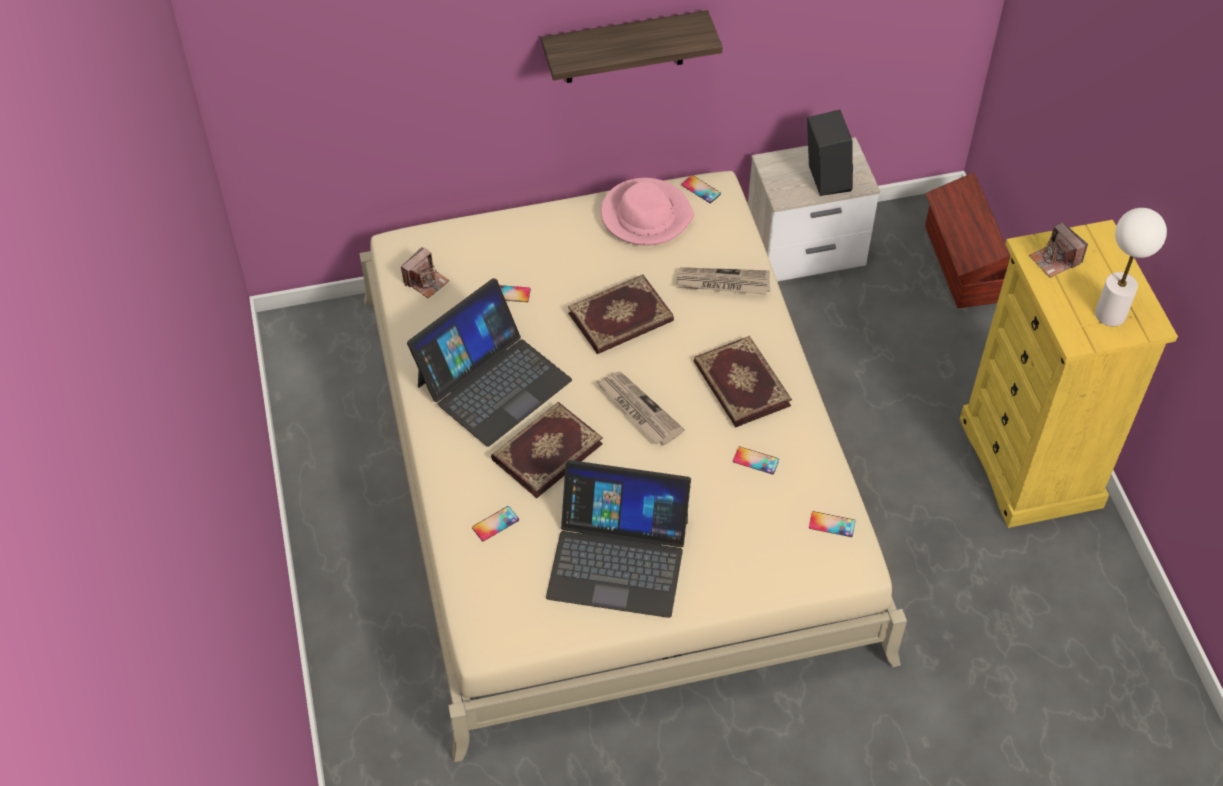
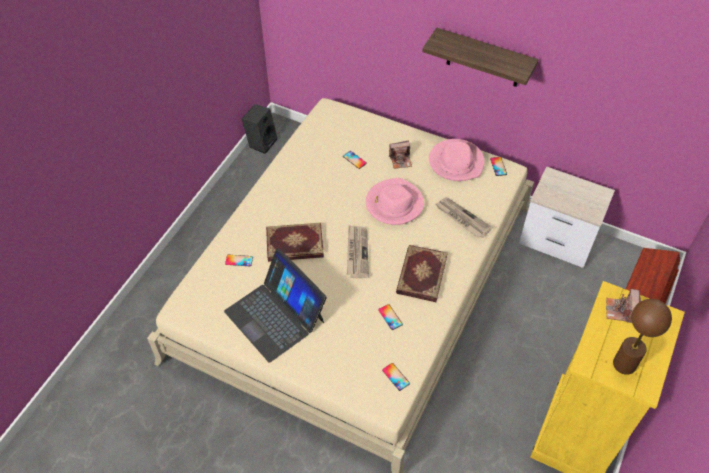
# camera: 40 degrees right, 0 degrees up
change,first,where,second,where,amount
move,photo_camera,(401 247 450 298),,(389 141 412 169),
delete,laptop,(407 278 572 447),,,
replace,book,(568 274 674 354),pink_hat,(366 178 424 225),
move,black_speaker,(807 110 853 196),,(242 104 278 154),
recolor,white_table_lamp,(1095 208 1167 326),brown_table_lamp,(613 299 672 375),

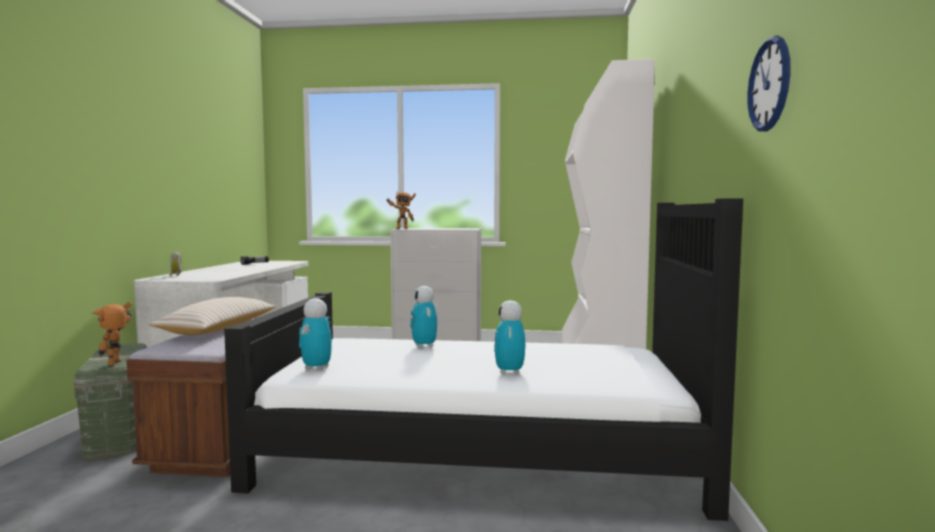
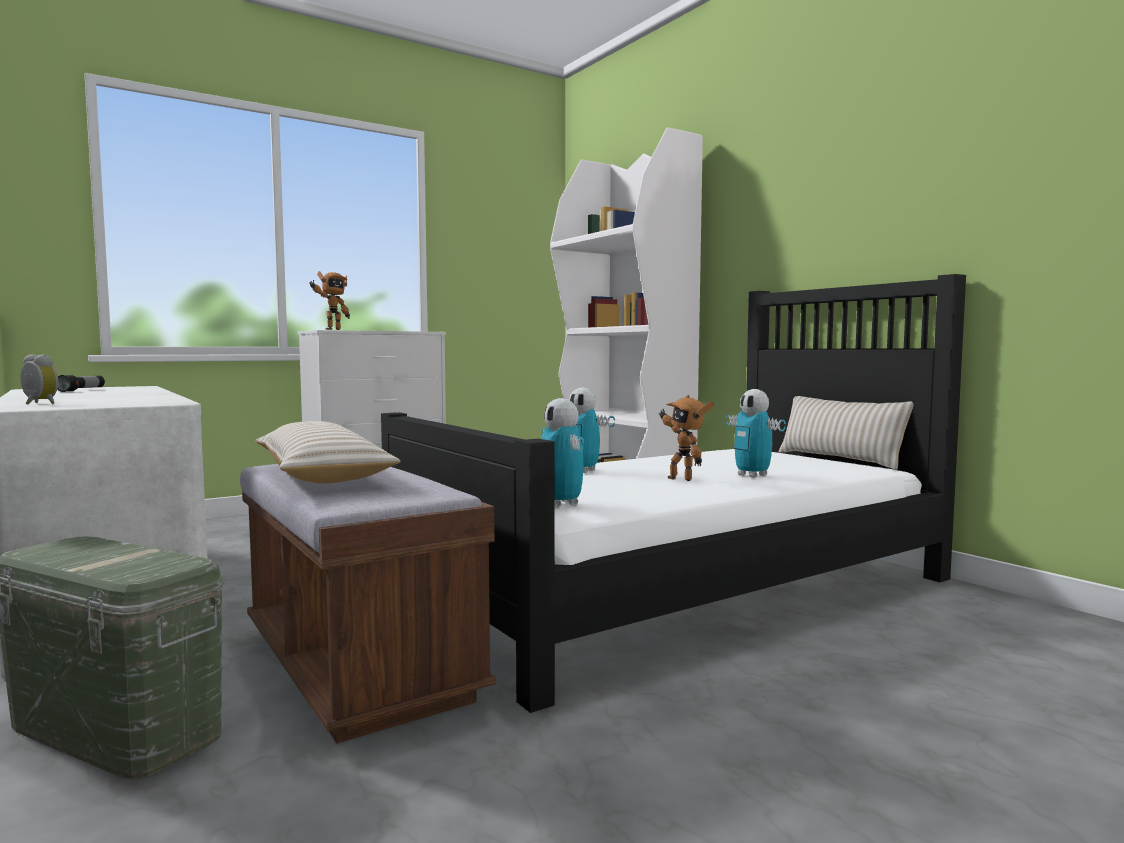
# camera: 40 degrees left, 0 degrees up
change,first,where,second,where,amount
move,toy_robot,(92 302 132 366),,(658 395 714 481),
delete,wall_clock,(747 35 791 132),,,
insert,,,beige_pillow,(778 396 913 470),

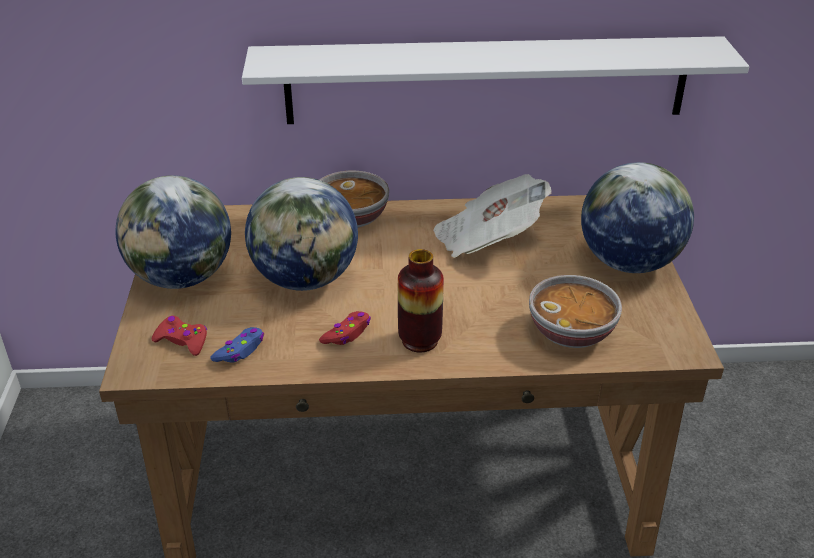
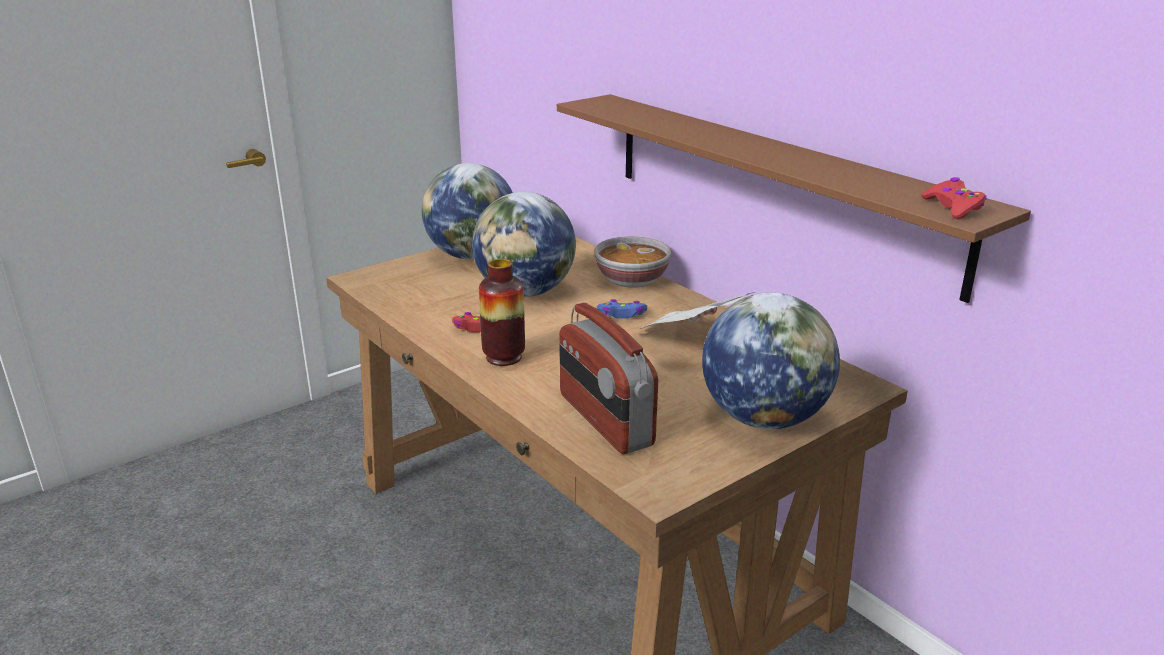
# camera: 55 degrees right, 10 degrees down
change,first,where,second,where,amount
move,red_game_controller,(152 316 207 356),,(921 177 987 219),
move,blue_game_controller,(210 327 264 363),,(597 299 647 319),
recolor,white_shelf,(242 36 749 124),brown_shelf,(557 94 1031 303),
replace,bowl,(529 275 622 348),radio,(559 303 658 454),

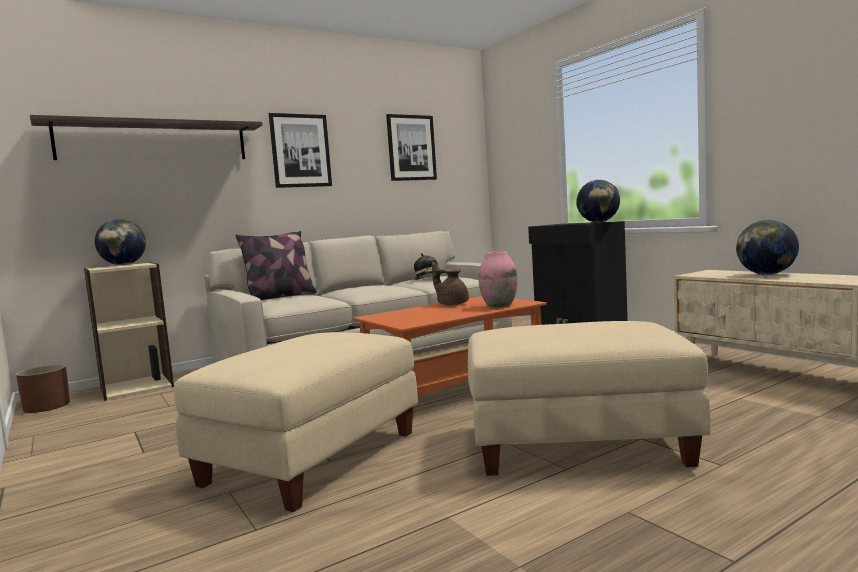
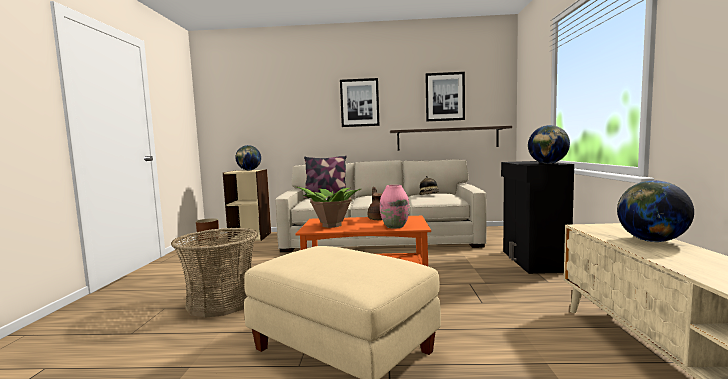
# camera: 35 degrees right, 0 degrees up
change,first,where,second,where,amount
move,shelf,(30 115 263 160),,(390 126 512 151),
replace,beige_ottoman,(174 332 418 512),basket,(171 228 258 318),
insert,,,potted_plant,(297 187 361 228),

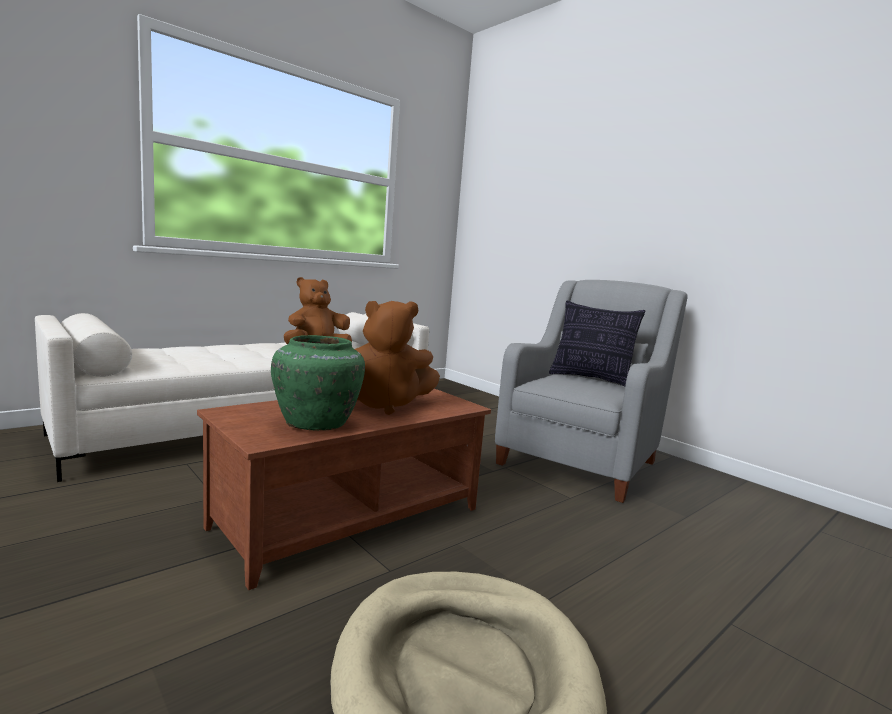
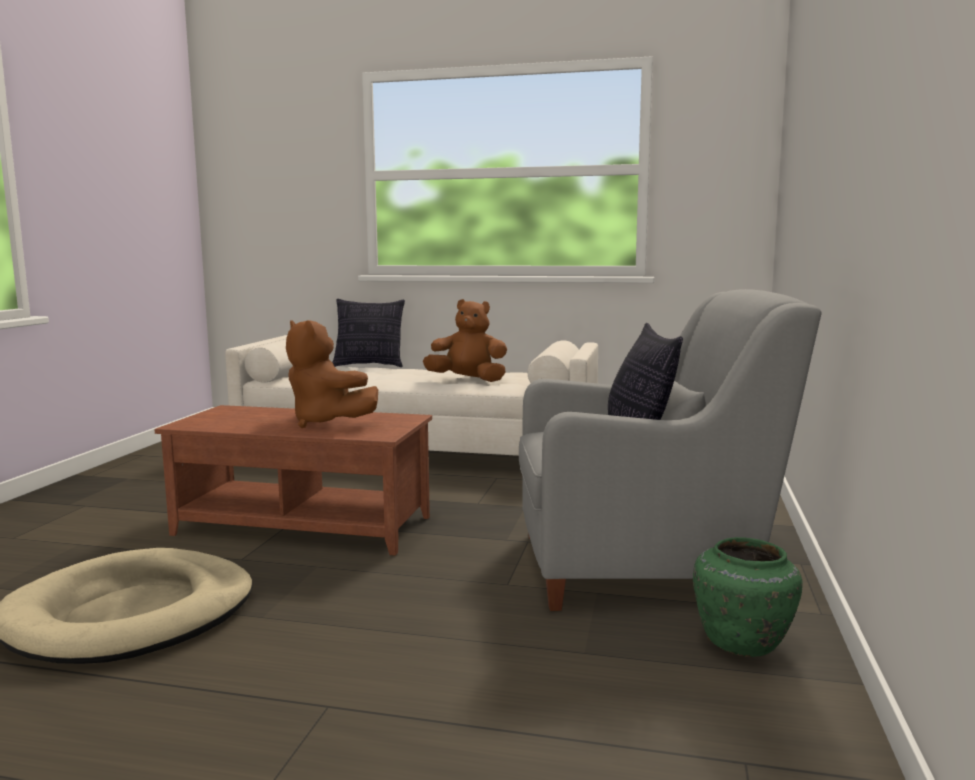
# camera: 55 degrees right, 0 degrees up
change,first,where,second,where,amount
move,green_vase,(271 335 365 431),,(693 537 803 657),
insert,,,pillow,(332 299 405 367),

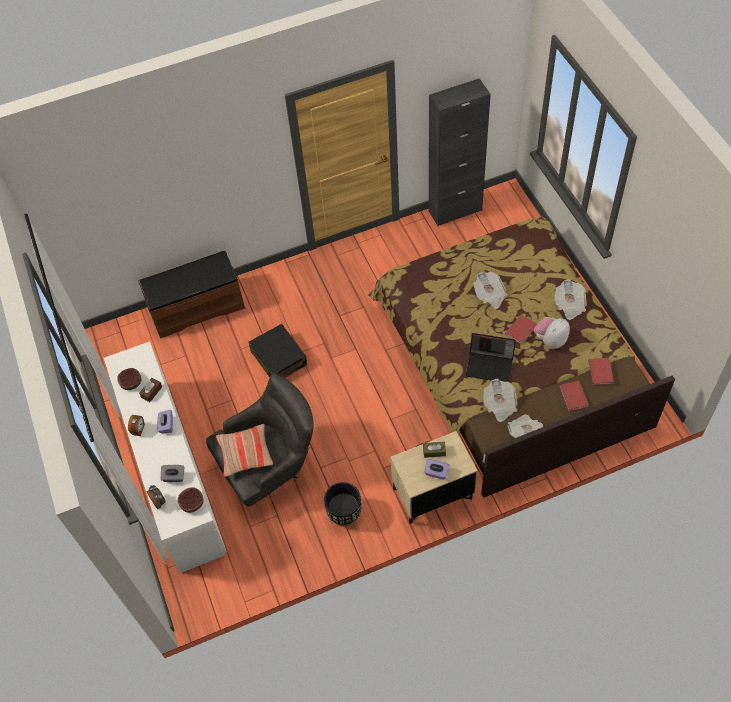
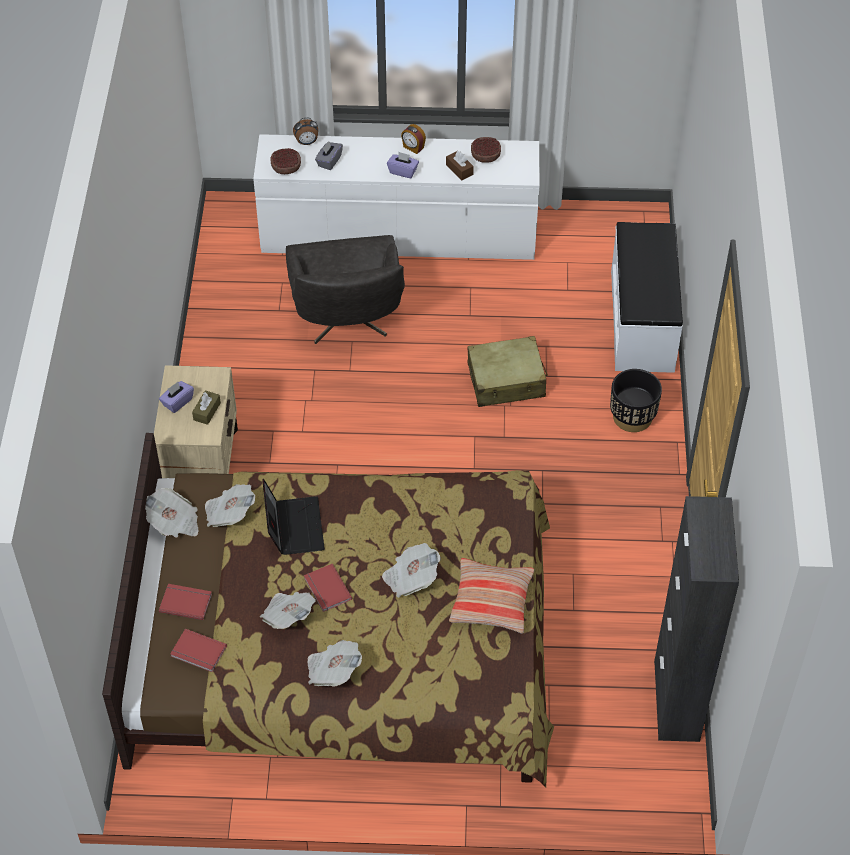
# camera: 110 degrees right, 5 degrees down
change,first,where,second,where,amount
recolor,brown_bench,(139 251 245 339),white_bench,(611 222 683 373),
move,pillow,(216 424 273 477),,(449 558 534 634),
recolor,black_suitcase,(248 324 307 378),beige_suitcase,(468 336 548 407),
move,black_planter,(324 482 361 527),,(610 369 662 432),
rotate,laptop,(466 333 516 382),,(262 478 325 555),135 degrees clockwise
replace,plush_toy,(534 317 570 349),newspaper,(260 592 316 629),

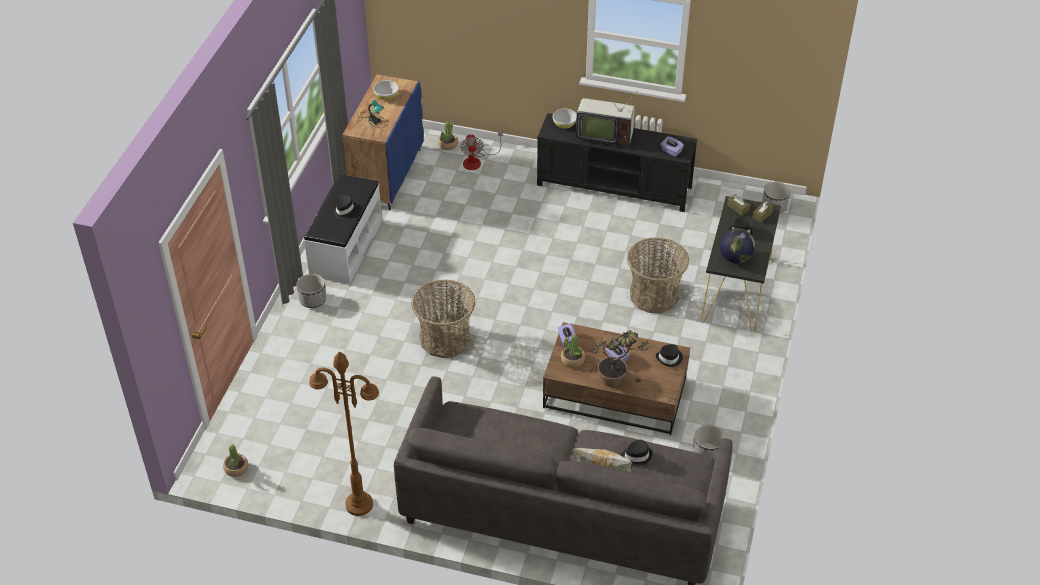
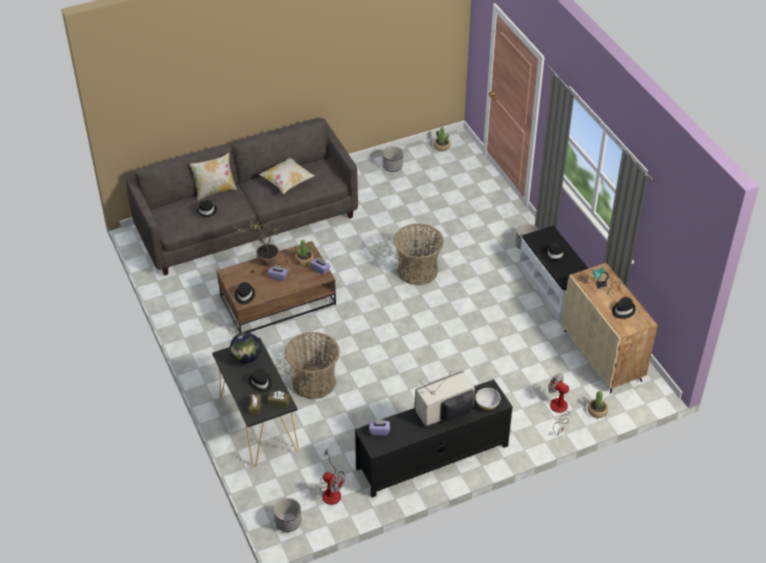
# camera: 140 degrees right, 0 degrees up
change,first,where,second,where,amount
delete,brown_floor_lamp,(309 351 379 516),,,
recolor,blue_cabinet,(342 74 424 210),beige_cabinet,(562 263 658 394),
replace,white_bowl,(373 80 398 100),black_hat,(612 297 636 319),
move,planter,(693 425 725 460),,(382 147 403 172),
insert,,,pillow,(259 158 315 194),
insert,,,fan,(320 450 345 505),

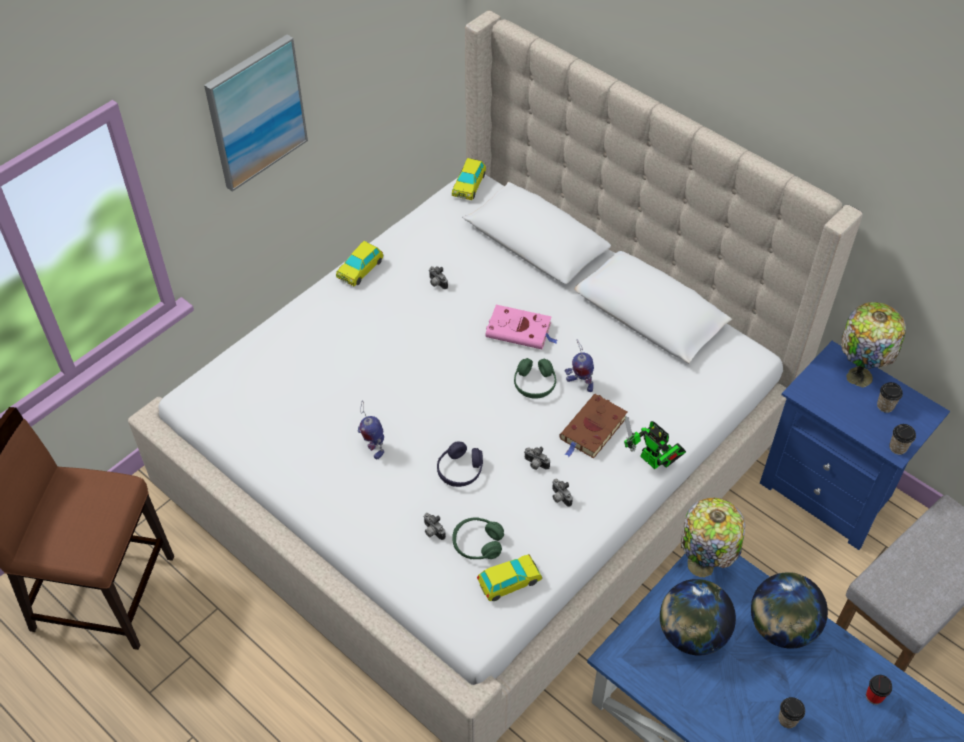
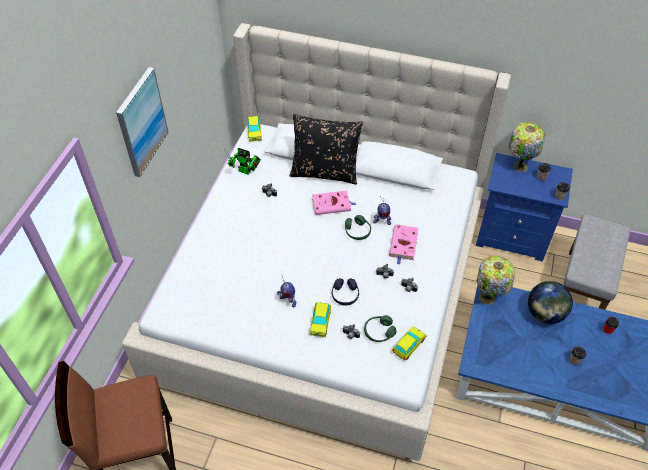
# camera: 25 degrees left, 0 degrees up
change,first,where,second,where,amount
move,toy_car,(336 241 384 286),,(310 302 331 337),
recolor,brown_book,(559 394 628 459),pink_book,(389 224 418 265),
move,toy_robot,(624 417 686 469),,(224 148 261 175),
delete,globe,(660 579 736 656),,,
insert,,,black_pillow,(290 114 363 185),

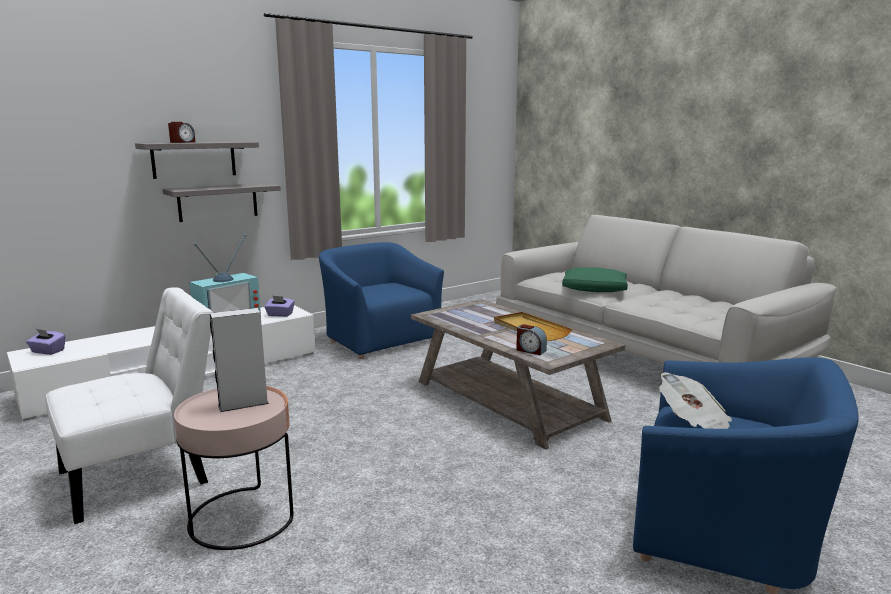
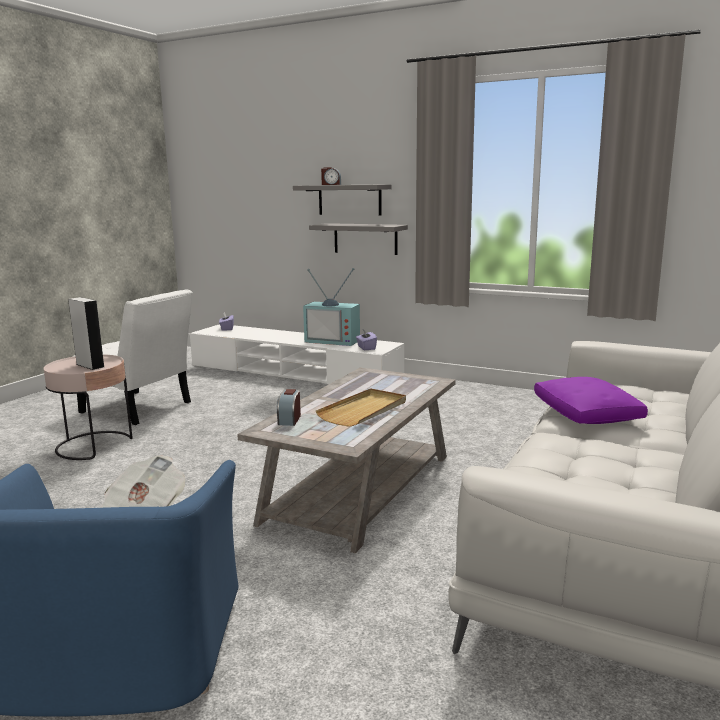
# camera: 65 degrees right, 0 degrees up
change,first,where,second,where,amount
delete,blue_armchair,(319 242 444 359),,,
recolor,green_pillow,(562 267 628 292),purple_pillow,(534 377 648 424),

